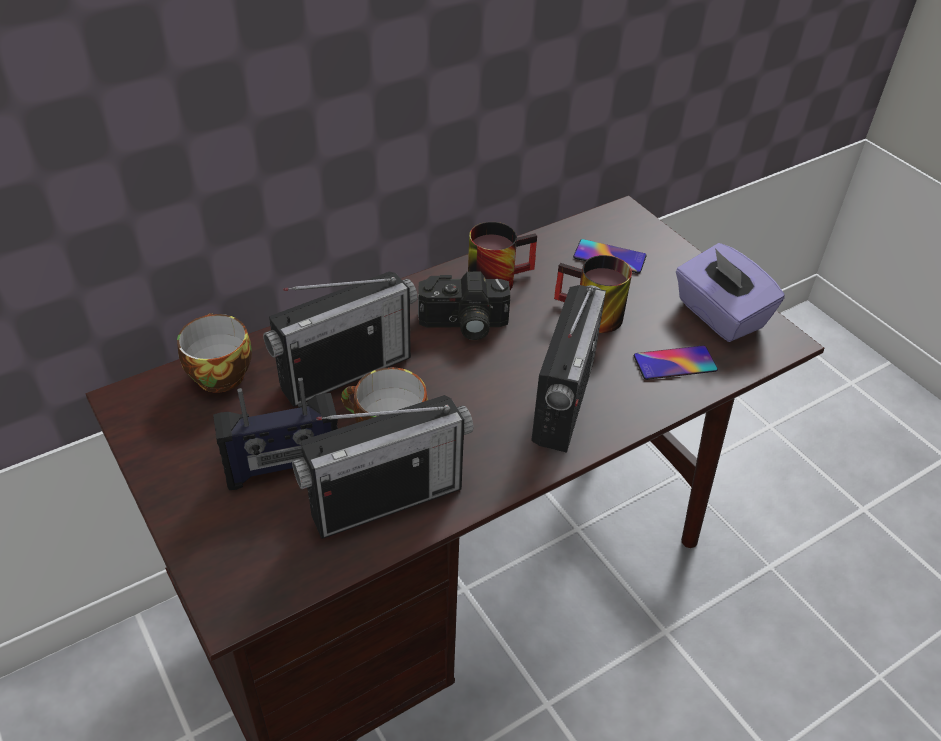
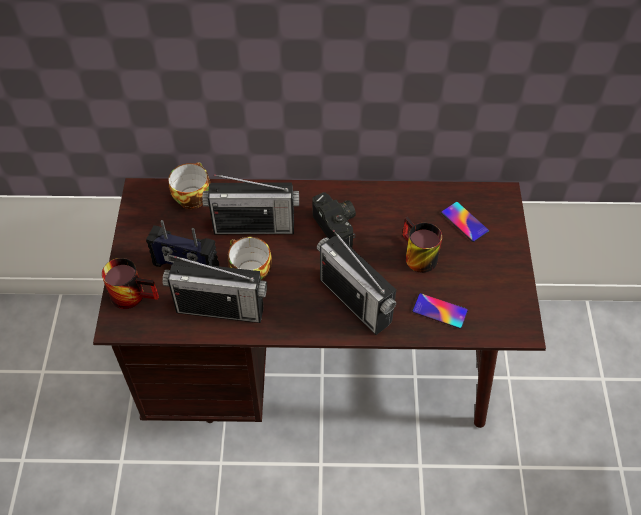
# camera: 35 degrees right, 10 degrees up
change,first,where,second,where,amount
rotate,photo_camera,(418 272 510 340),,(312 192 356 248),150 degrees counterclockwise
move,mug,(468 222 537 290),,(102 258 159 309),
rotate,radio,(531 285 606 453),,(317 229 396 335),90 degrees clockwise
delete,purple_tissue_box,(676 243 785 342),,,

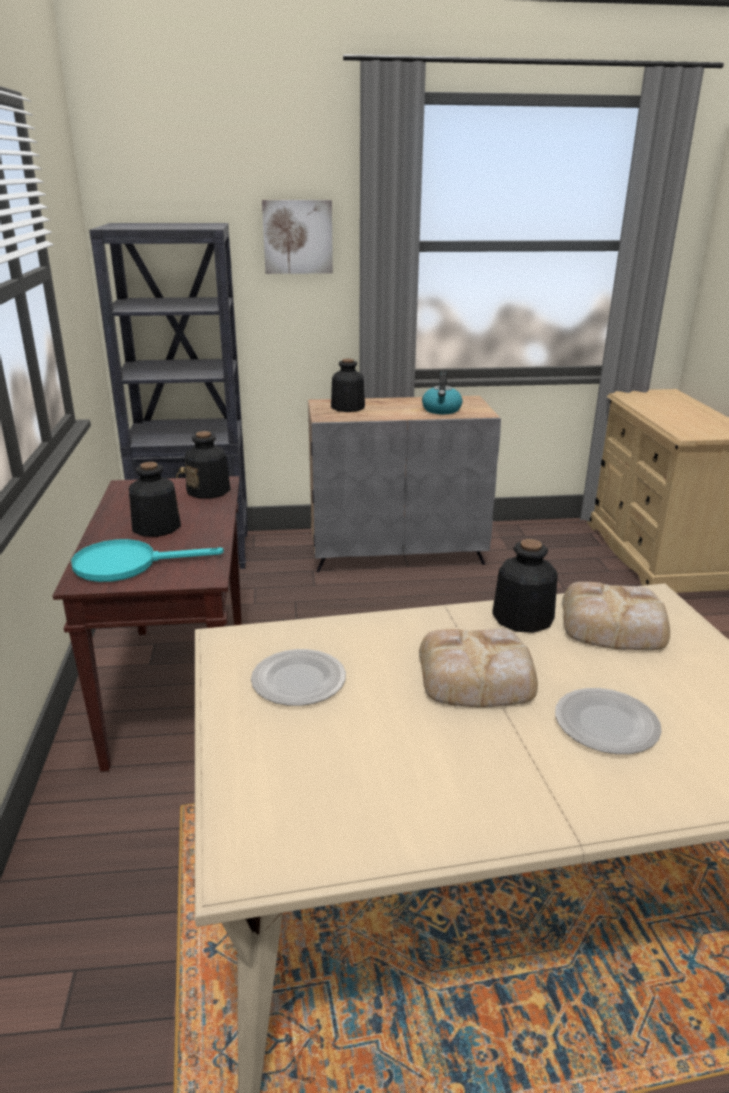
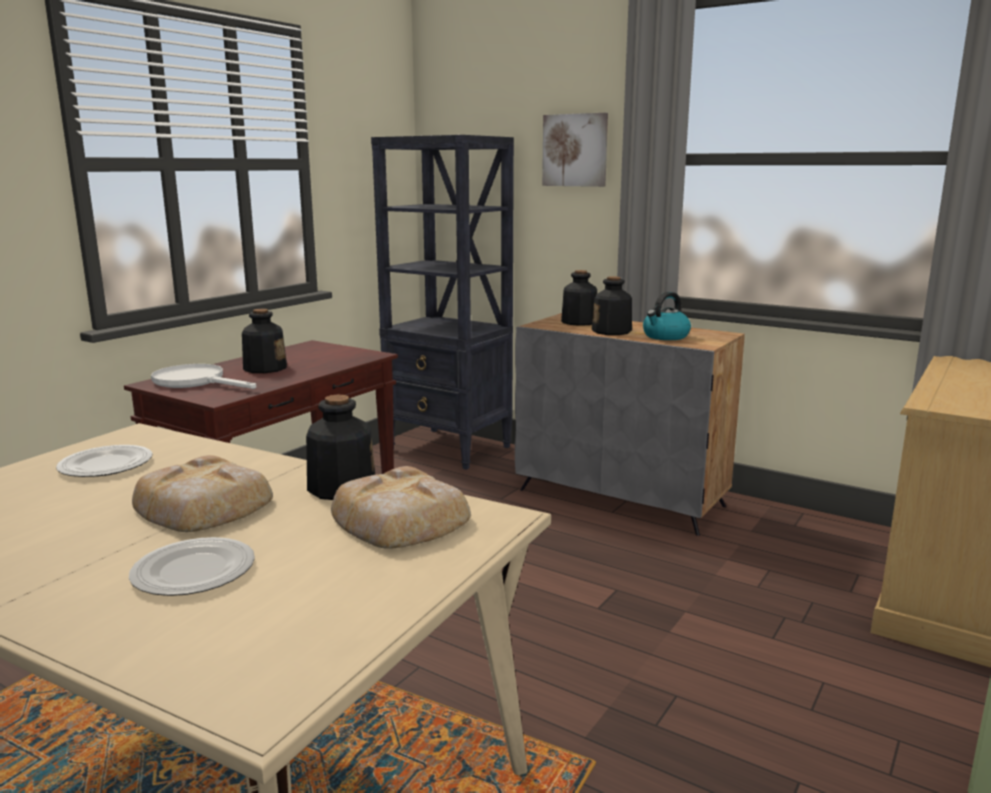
# camera: 40 degrees right, 10 degrees down
change,first,where,second,where,amount
recolor,turquoise_frying_pan,(71 539 224 582),white_frying_pan,(151 364 256 389),
move,bottle,(185 431 231 499),,(592 276 632 335),

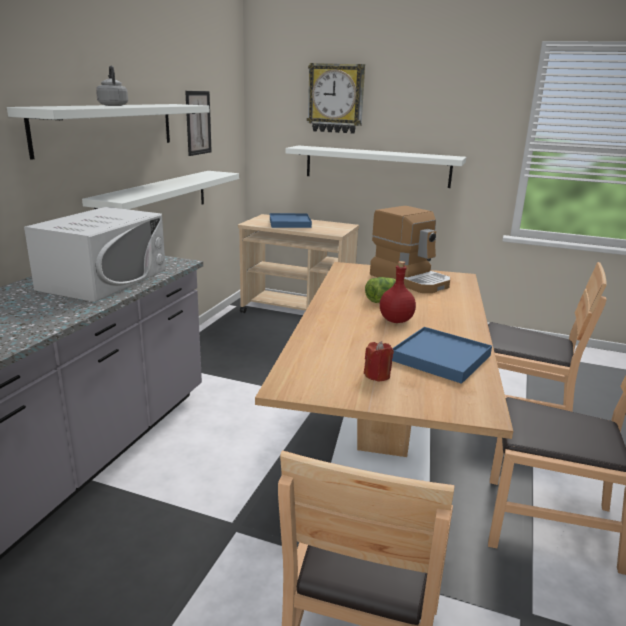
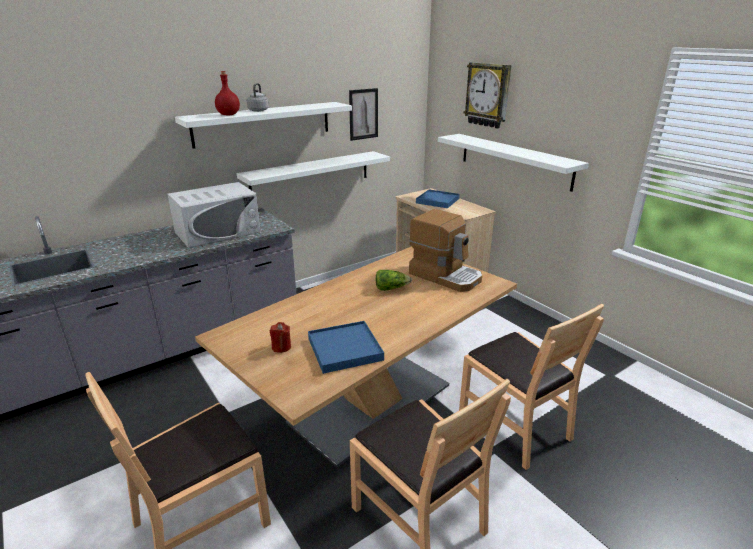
# camera: 35 degrees right, 5 degrees up
change,first,where,second,where,amount
rotate,coffee_machine,(370 206 450 293),,(409 209 482 292),45 degrees counterclockwise
move,red_bottle,(380 261 416 323),,(215 71 240 115),

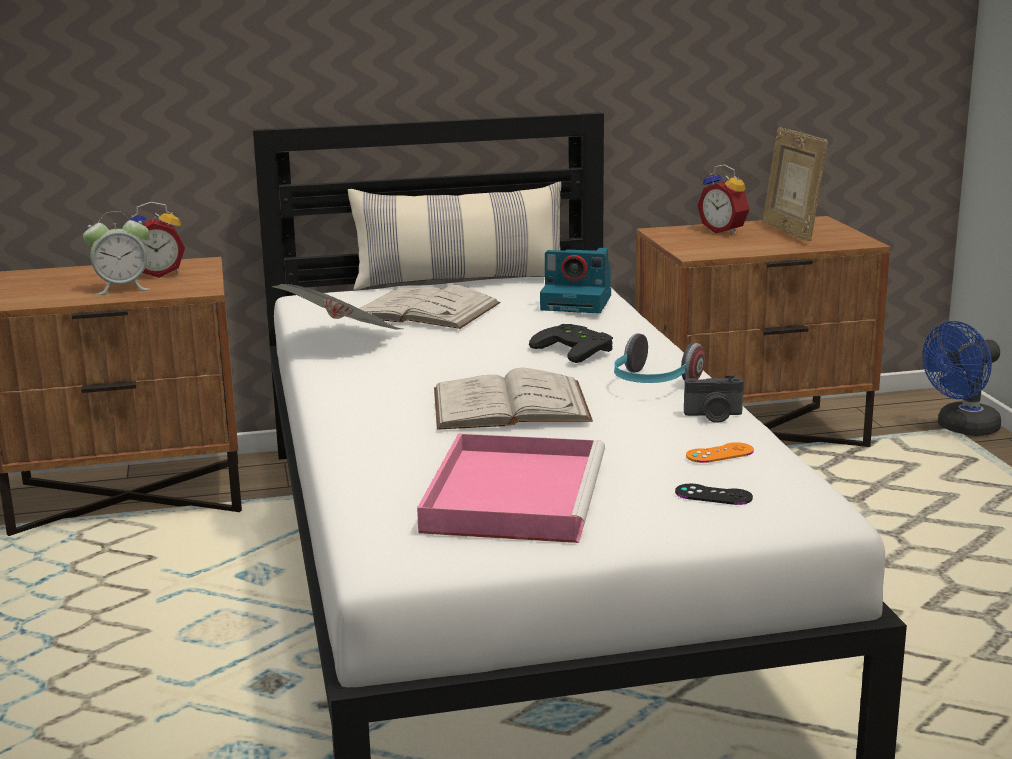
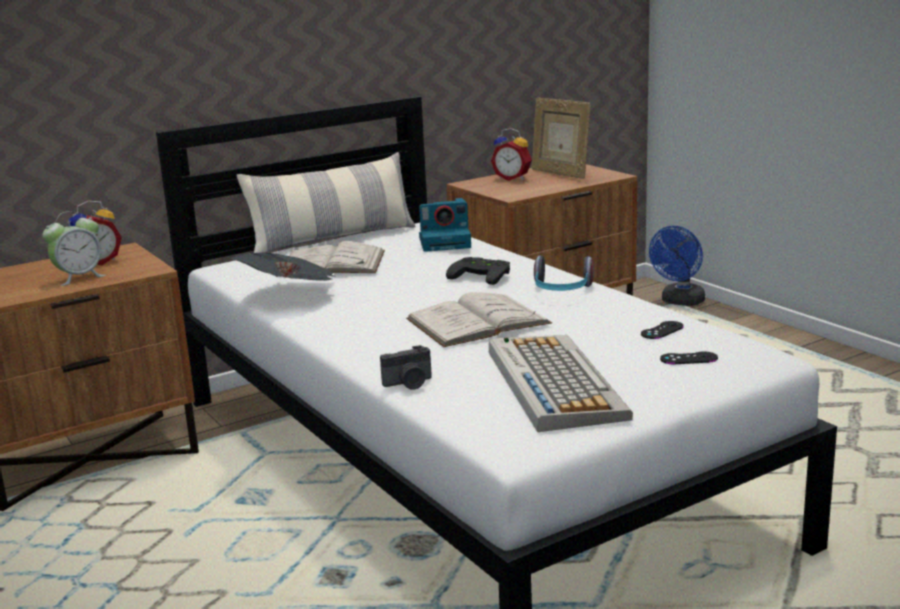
# camera: 20 degrees left, 0 degrees up
change,first,where,second,where,amount
replace,pink_tray,(417 434 605 543),keyboard,(489 335 633 432),
move,photo_camera,(684 375 743 423),,(380 345 432 390),
recolor,orange_game_controller,(686 442 754 463),black_game_controller,(641 321 684 339),

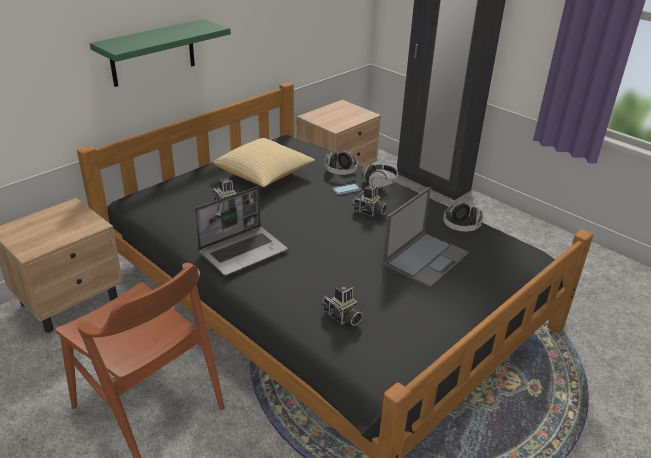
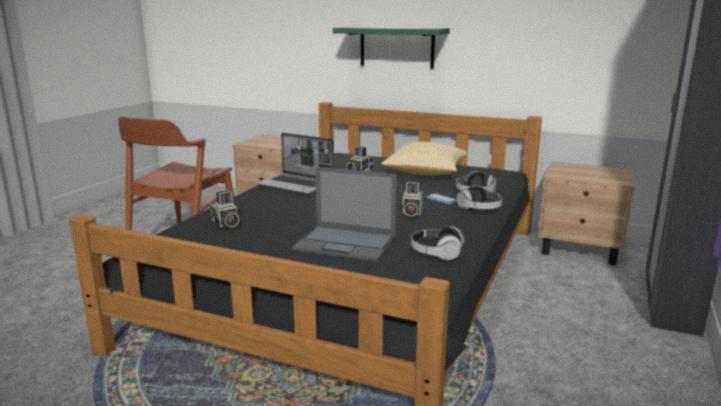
# camera: 70 degrees right, 15 degrees down
change,first,where,second,where,amount
rotate,photo_camera,(322 284 363 326),,(209 190 239 228),60 degrees counterclockwise

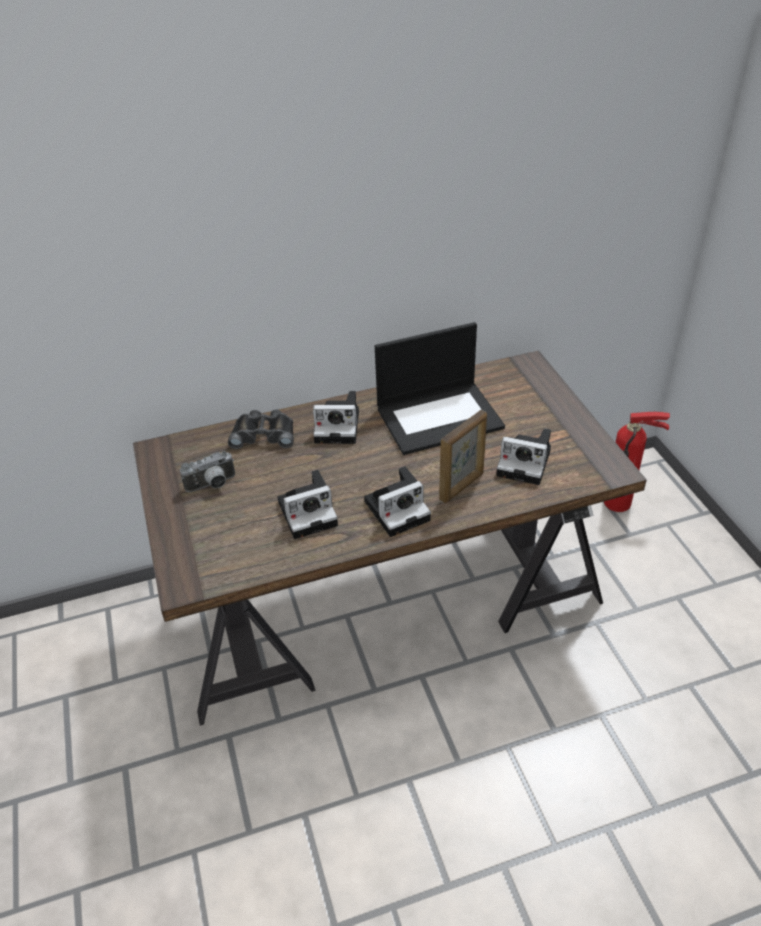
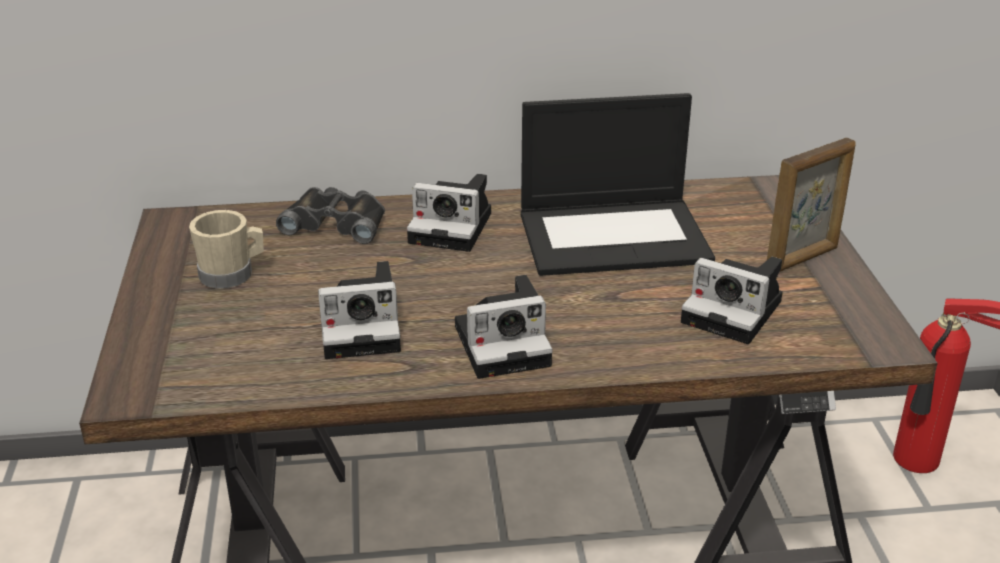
# camera: 10 degrees right, 10 degrees down
change,first,where,second,where,amount
replace,photo_camera,(180 451 235 492),beige_mug,(189 210 264 289),
move,picture_frame,(439 410 487 503),,(767 138 856 272),

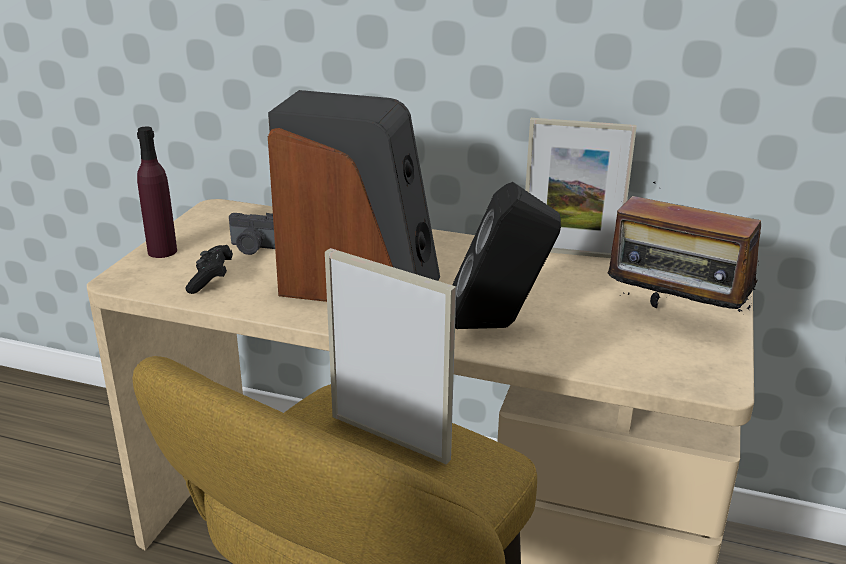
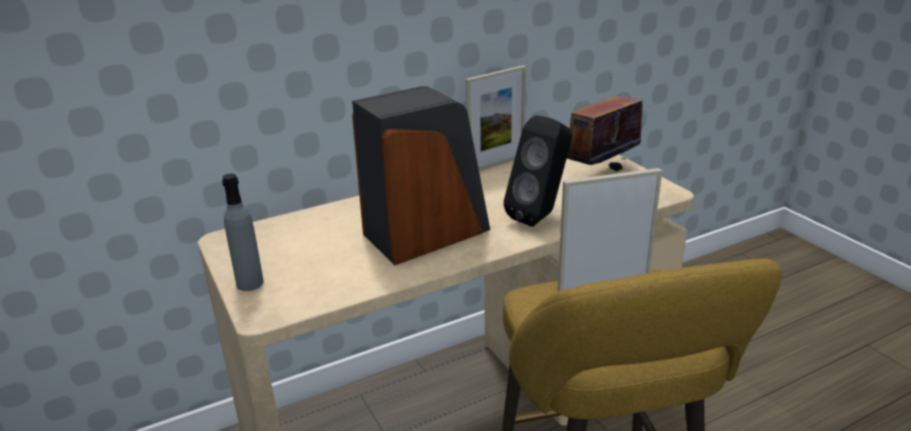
# camera: 45 degrees left, 0 degrees up
change,first,where,second,where,amount
recolor,purple_bottle,(137 127 177 258),grey_bottle,(222 174 264 291),
delete,black_game_controller,(186 245 233 294),,,
delete,photo_camera,(229 213 275 255),,,
rotate,radio,(608 182 761 312),,(567 77 651 171),150 degrees clockwise

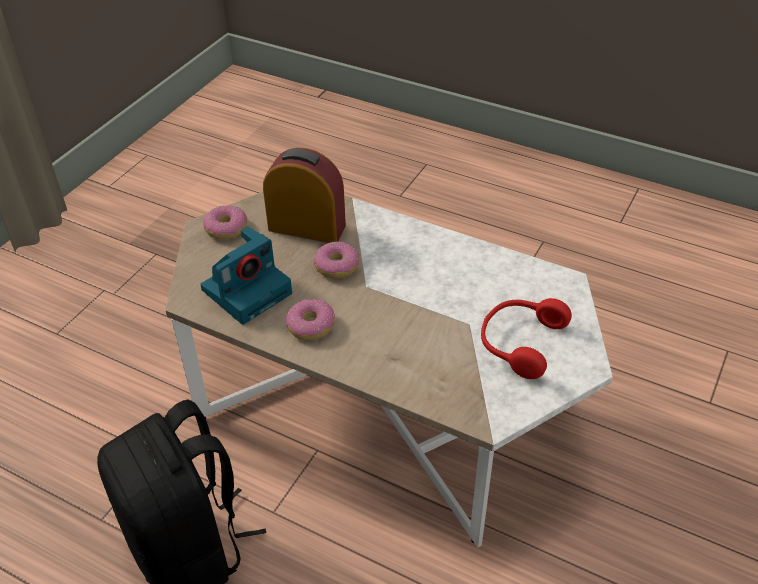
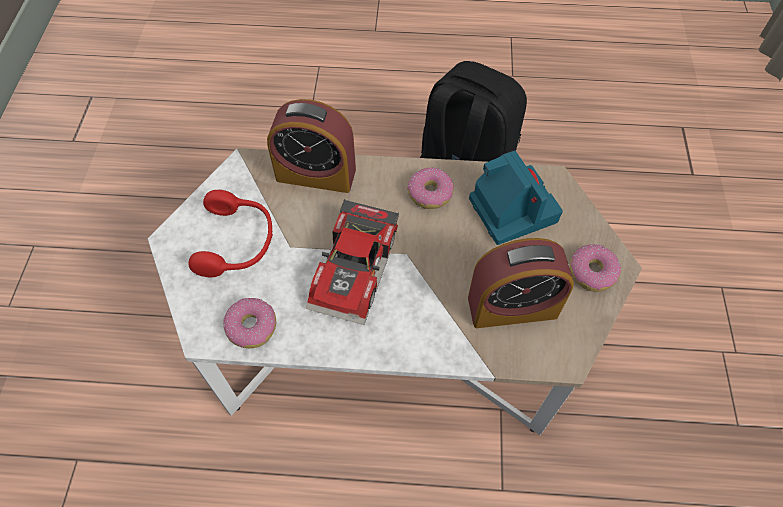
# camera: 155 degrees right, 15 degrees up
change,first,where,second,where,amount
rotate,photo_camera,(200 226 292 325),,(469 150 563 245),135 degrees clockwise
move,donut,(314 241 359 279),,(223 298 276 348),
insert,,,alarm_clock,(267 99 356 193),
insert,,,toy_car,(306 199 399 325),

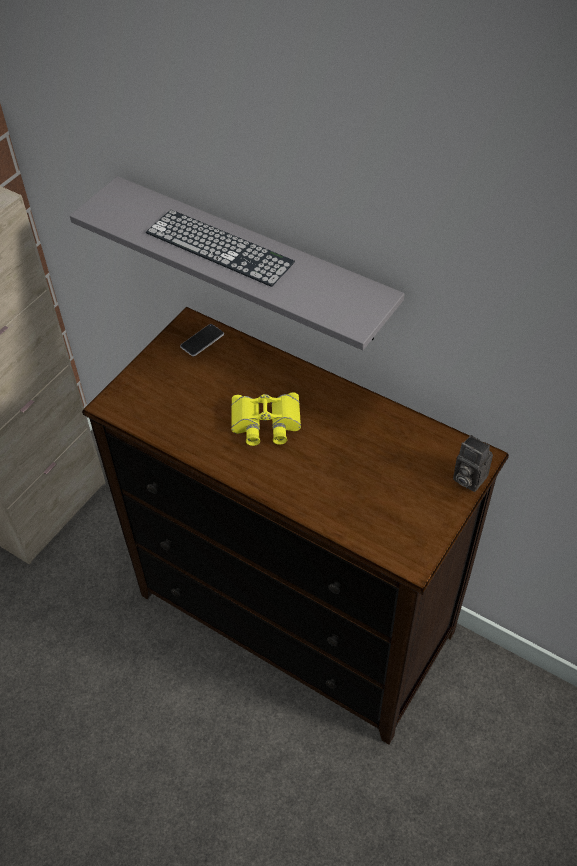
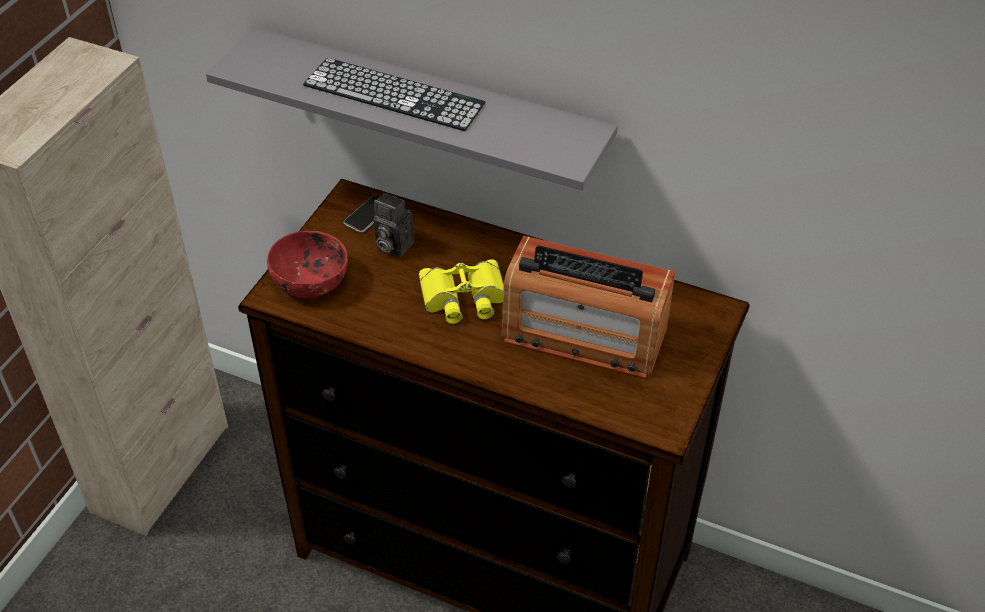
# camera: 10 degrees left, 5 degrees down
change,first,where,second,where,amount
move,photo_camera,(453 435 493 492),,(374 193 414 258),
insert,,,red_bowl,(267 231 348 298),
insert,,,radio,(502 235 675 379),

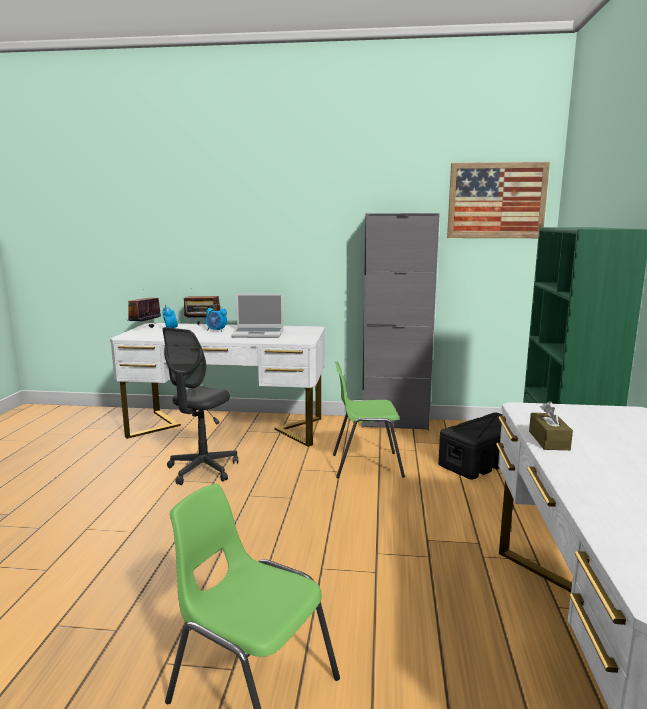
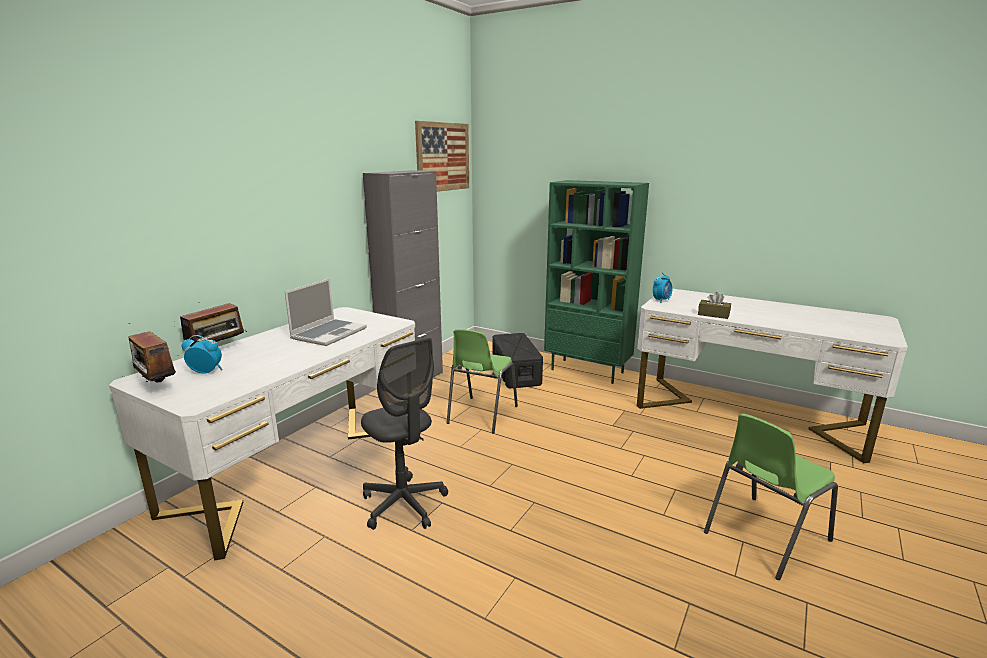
# camera: 65 degrees left, 5 degrees up
change,first,where,second,where,amount
move,alarm_clock,(206 304 227 332),,(653 272 672 303),

